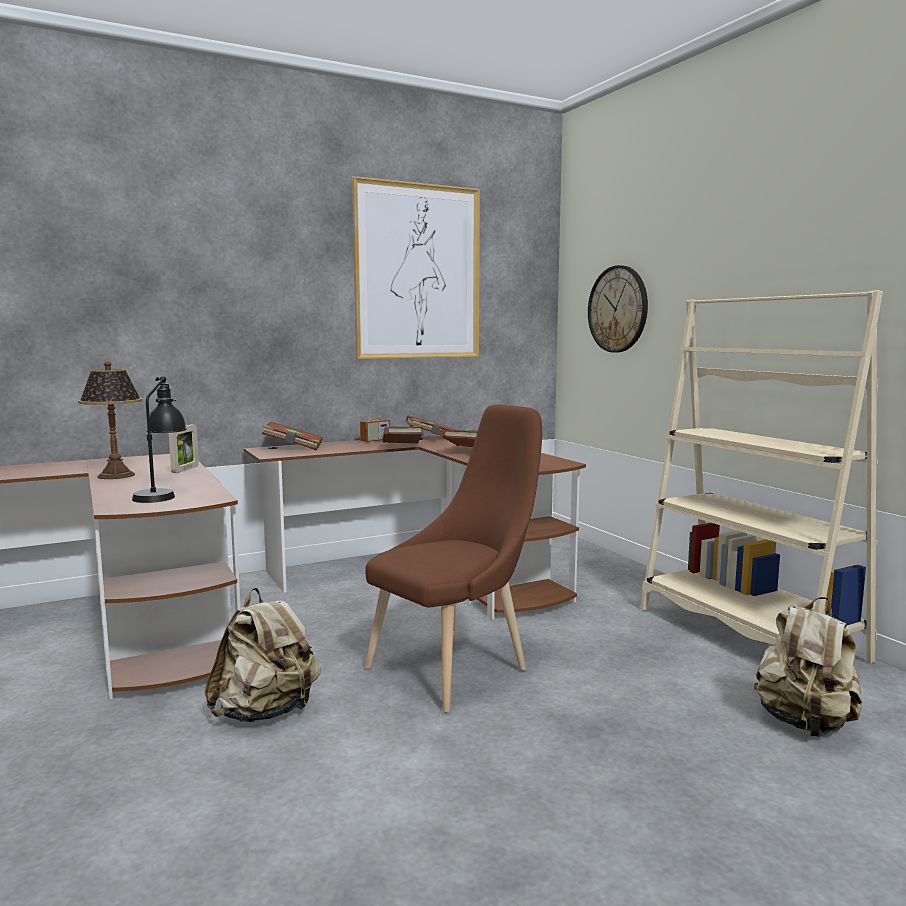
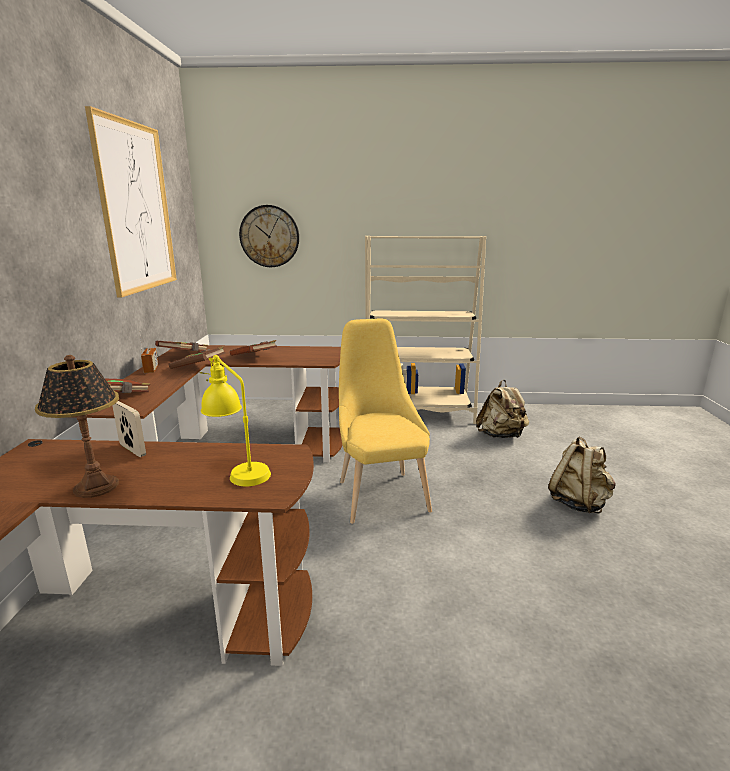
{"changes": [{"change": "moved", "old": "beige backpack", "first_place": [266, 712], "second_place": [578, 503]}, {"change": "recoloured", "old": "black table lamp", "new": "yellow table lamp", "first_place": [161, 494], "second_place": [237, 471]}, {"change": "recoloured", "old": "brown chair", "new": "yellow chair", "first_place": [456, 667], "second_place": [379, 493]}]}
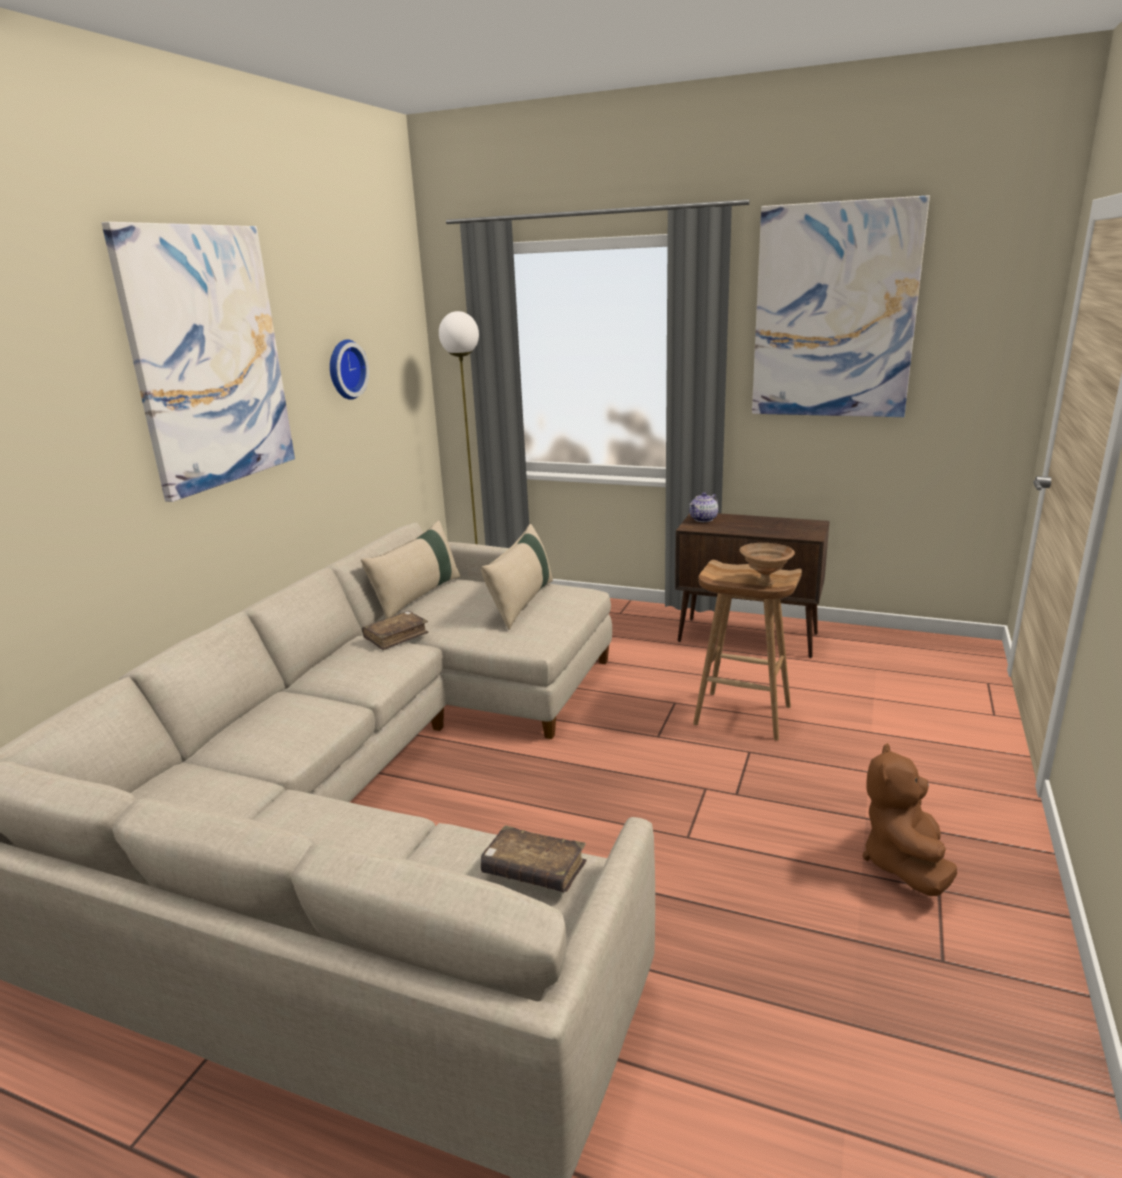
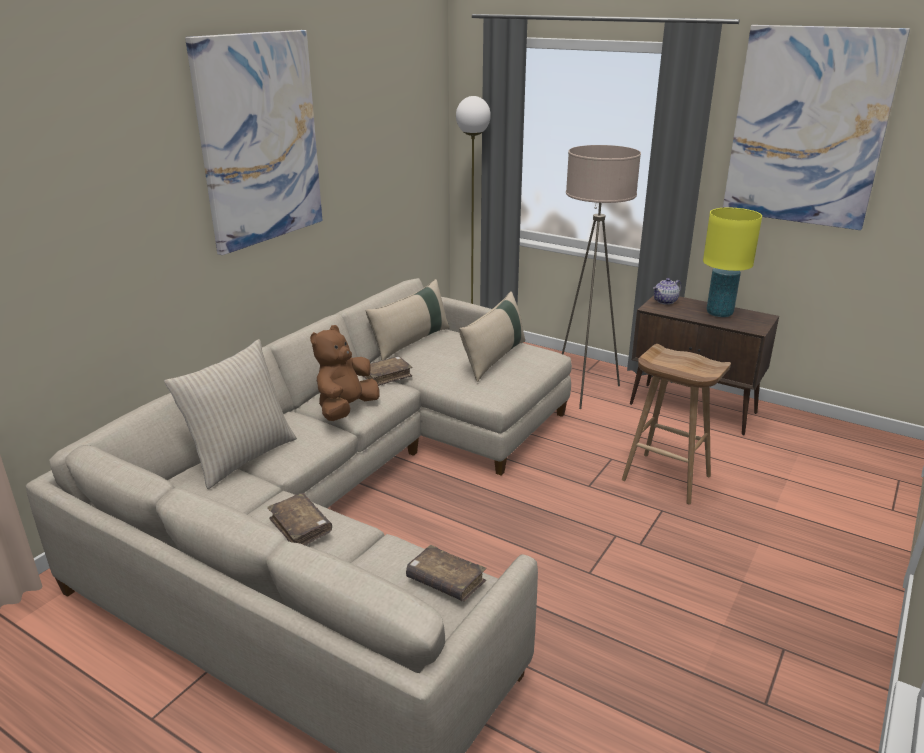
{"changes": [{"change": "removed", "old": "wall clock", "first_place": [344, 369]}, {"change": "removed", "old": "brown bowl", "first_place": [764, 582]}, {"change": "added", "new": "beige pillow", "second_place": [241, 457]}, {"change": "added", "new": "brown book", "second_place": [300, 527]}, {"change": "added", "new": "beige floor lamp", "second_place": [584, 390]}, {"change": "added", "new": "yellow table lamp", "second_place": [719, 313]}, {"change": "moved", "old": "brown plush toy", "first_place": [904, 863], "second_place": [346, 409]}]}
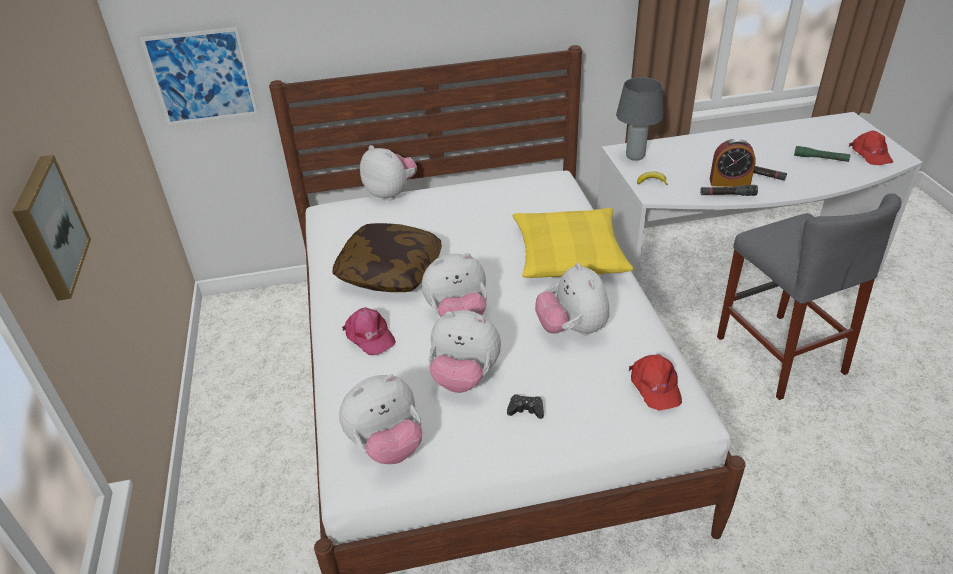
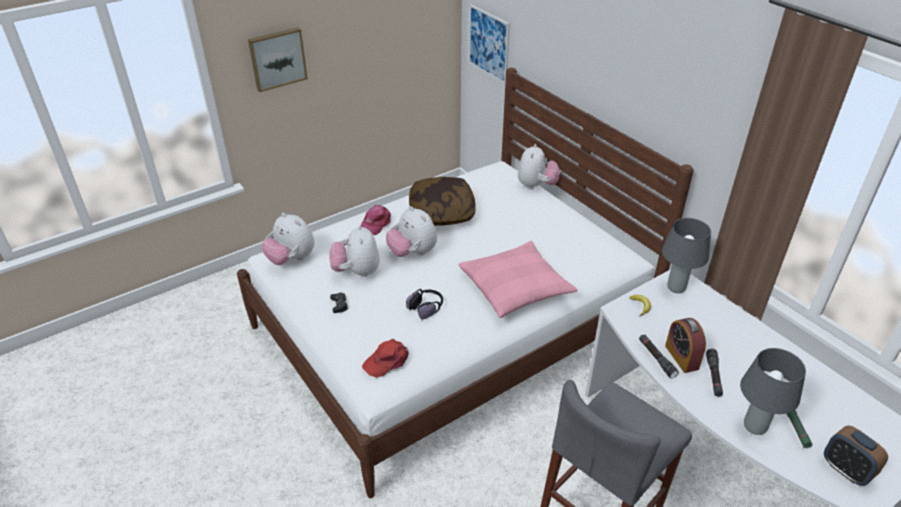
{"changes": [{"change": "added", "new": "grey table lamp", "second_place": [754, 426]}, {"change": "replaced", "old": "plush toy", "new": "headphones", "first_place": [572, 329], "second_place": [426, 307]}, {"change": "replaced", "old": "red cap", "new": "alarm clock", "first_place": [870, 154], "second_place": [846, 470]}, {"change": "recoloured", "old": "yellow pillow", "new": "pink pillow", "first_place": [569, 254], "second_place": [515, 287]}]}
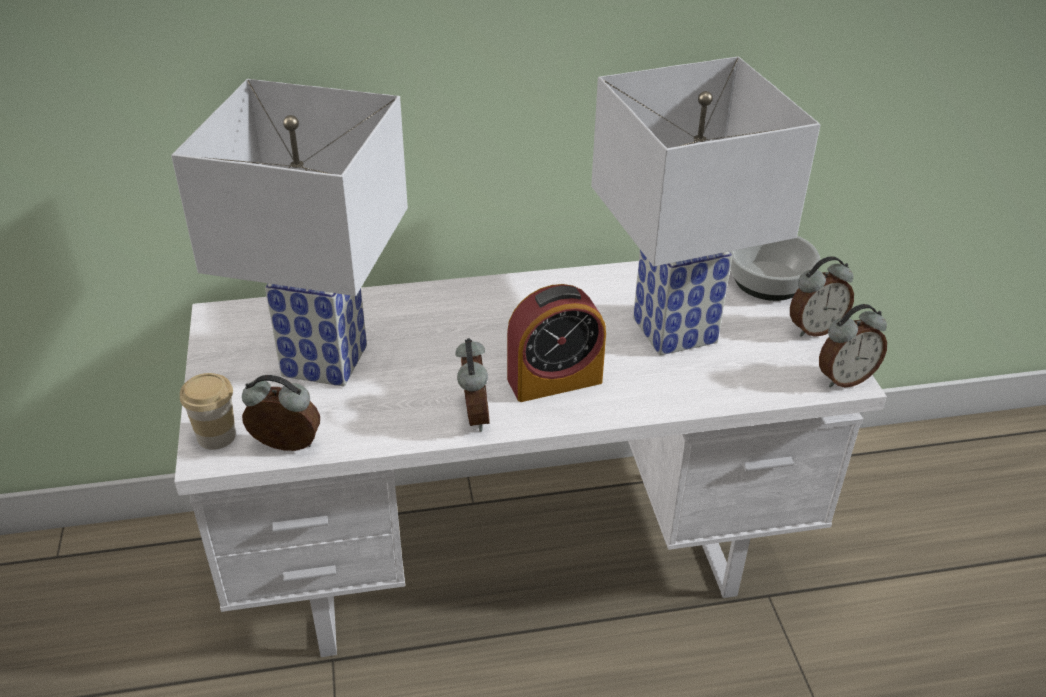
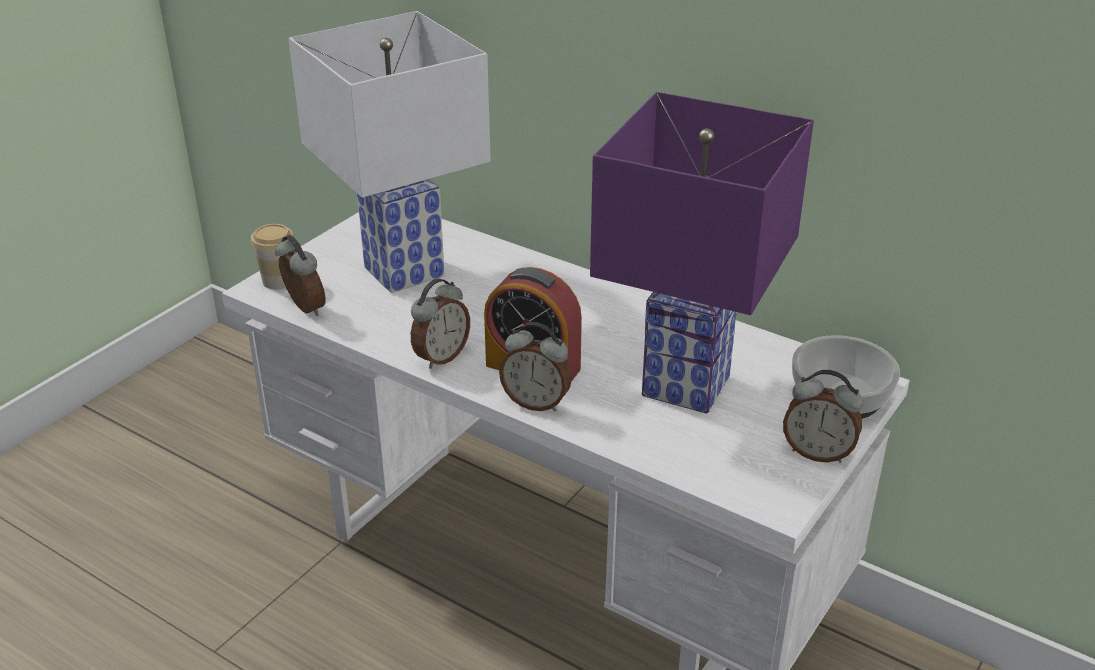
{"changes": [{"change": "moved", "old": "alarm clock", "first_place": [844, 378], "second_place": [536, 402]}, {"change": "recoloured", "old": "white table lamp", "new": "purple table lamp", "first_place": [672, 329], "second_place": [685, 384]}]}
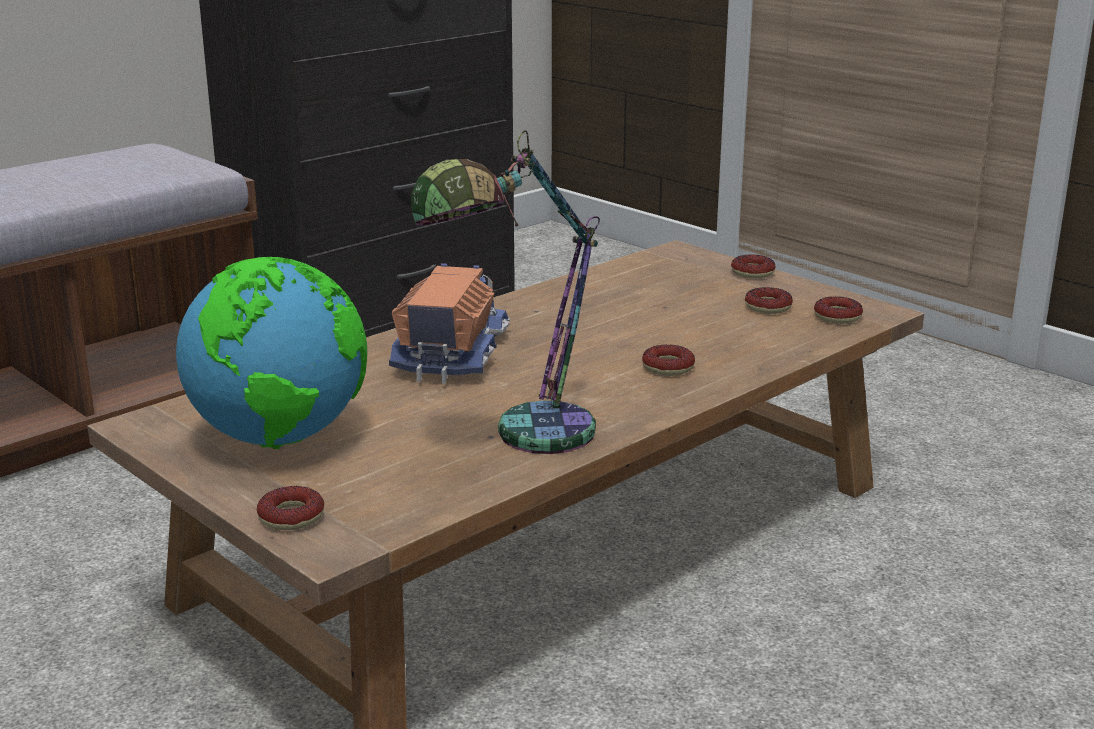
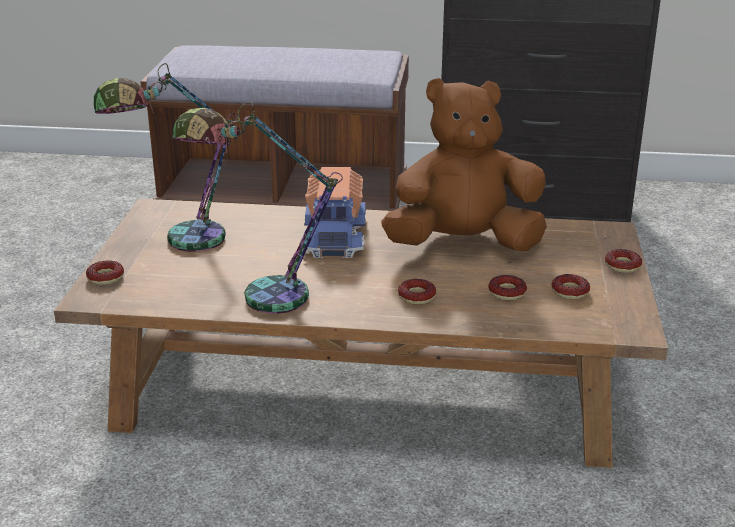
{"changes": [{"change": "added", "new": "brown plush toy", "second_place": [463, 244]}, {"change": "moved", "old": "donut", "first_place": [837, 316], "second_place": [507, 292]}, {"change": "replaced", "old": "globe", "new": "table lamp", "first_place": [281, 439], "second_place": [178, 241]}, {"change": "turned", "old": "toy truck", "first_place": [450, 354], "second_place": [336, 235], "degrees": 120}]}
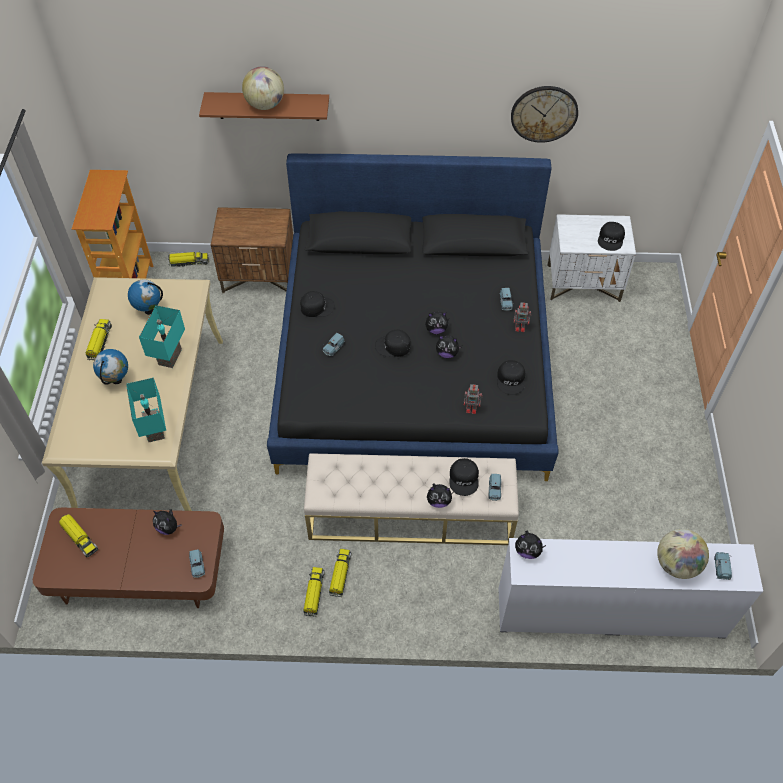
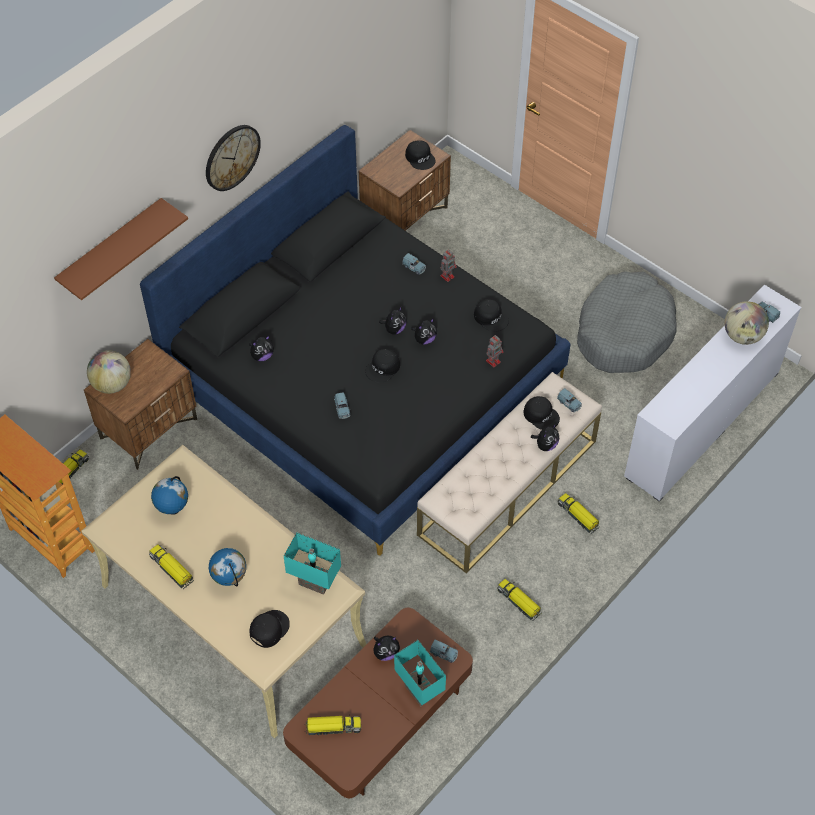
{"changes": [{"change": "added", "new": "grey dog bed", "second_place": [624, 332]}, {"change": "moved", "old": "turquoise table lamp", "first_place": [169, 356], "second_place": [418, 691]}, {"change": "moved", "old": "globe", "first_place": [265, 105], "second_place": [112, 384]}, {"change": "moved", "old": "black cap", "first_place": [317, 306], "second_place": [268, 628]}, {"change": "moved", "old": "toy truck", "first_place": [340, 575], "second_place": [578, 515]}, {"change": "moved", "old": "wall clock", "first_place": [544, 113], "second_place": [232, 157]}, {"change": "moved", "old": "plush toy", "first_place": [527, 551], "second_place": [262, 356]}, {"change": "recoloured", "old": "white nightstand", "new": "brown nightstand", "first_place": [584, 283], "second_place": [405, 215]}]}
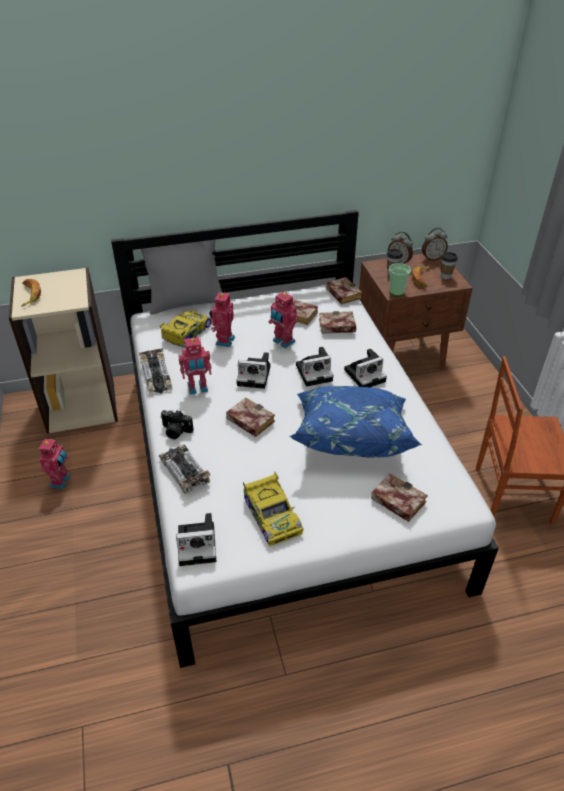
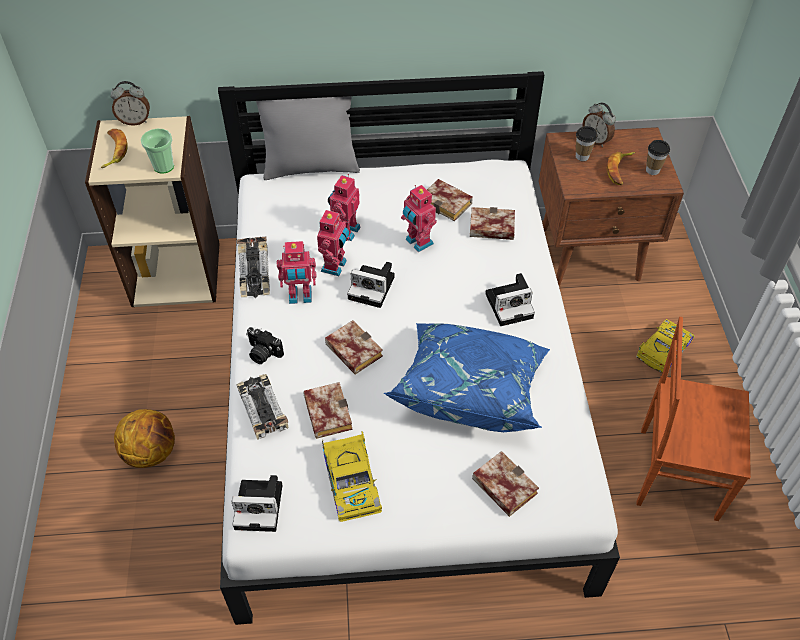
{"changes": [{"change": "removed", "old": "photo camera", "first_place": [315, 372]}, {"change": "added", "new": "basketball", "second_place": [151, 452]}, {"change": "moved", "old": "toy robot", "first_place": [61, 481], "second_place": [335, 266]}, {"change": "moved", "old": "toy car", "first_place": [186, 332], "second_place": [662, 350]}, {"change": "moved", "old": "book", "first_place": [341, 293], "second_place": [325, 412]}, {"change": "moved", "old": "cup", "first_place": [396, 291], "second_place": [164, 166]}, {"change": "moved", "old": "alarm clock", "first_place": [432, 258], "second_place": [135, 121]}]}
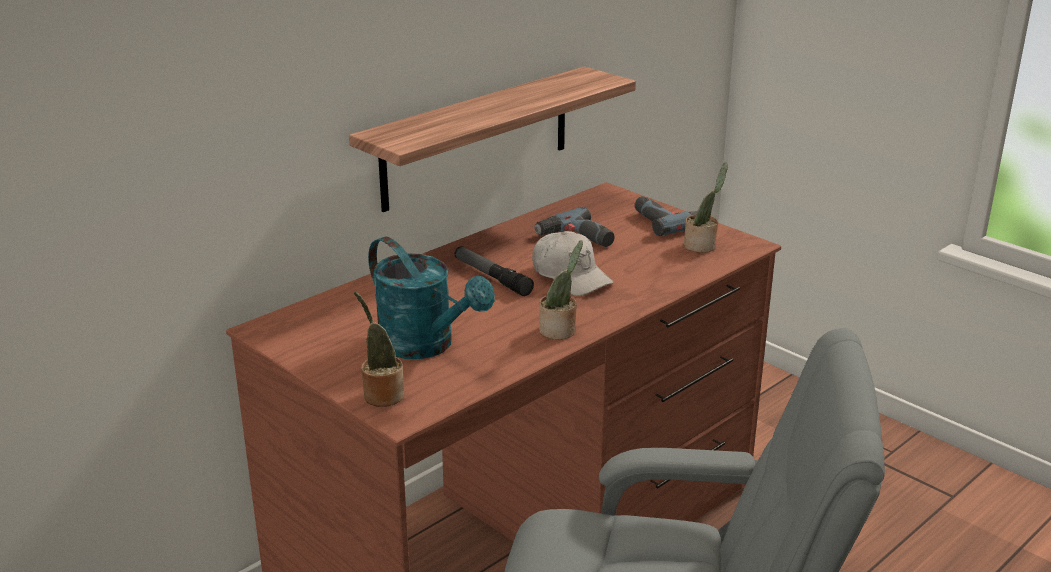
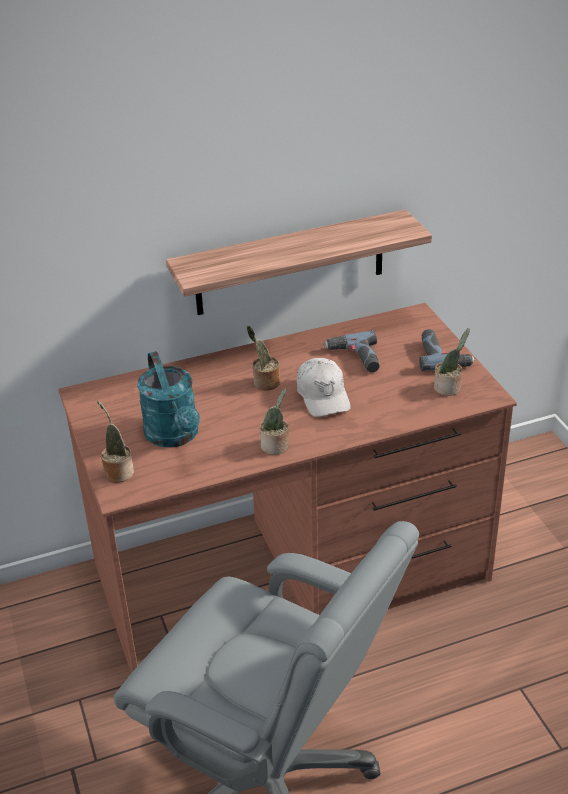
{"changes": [{"change": "replaced", "old": "flashlight", "new": "potted plant", "first_place": [492, 277], "second_place": [264, 383]}]}
